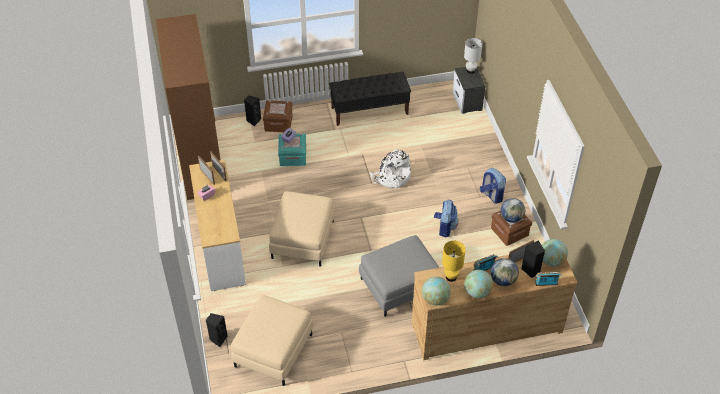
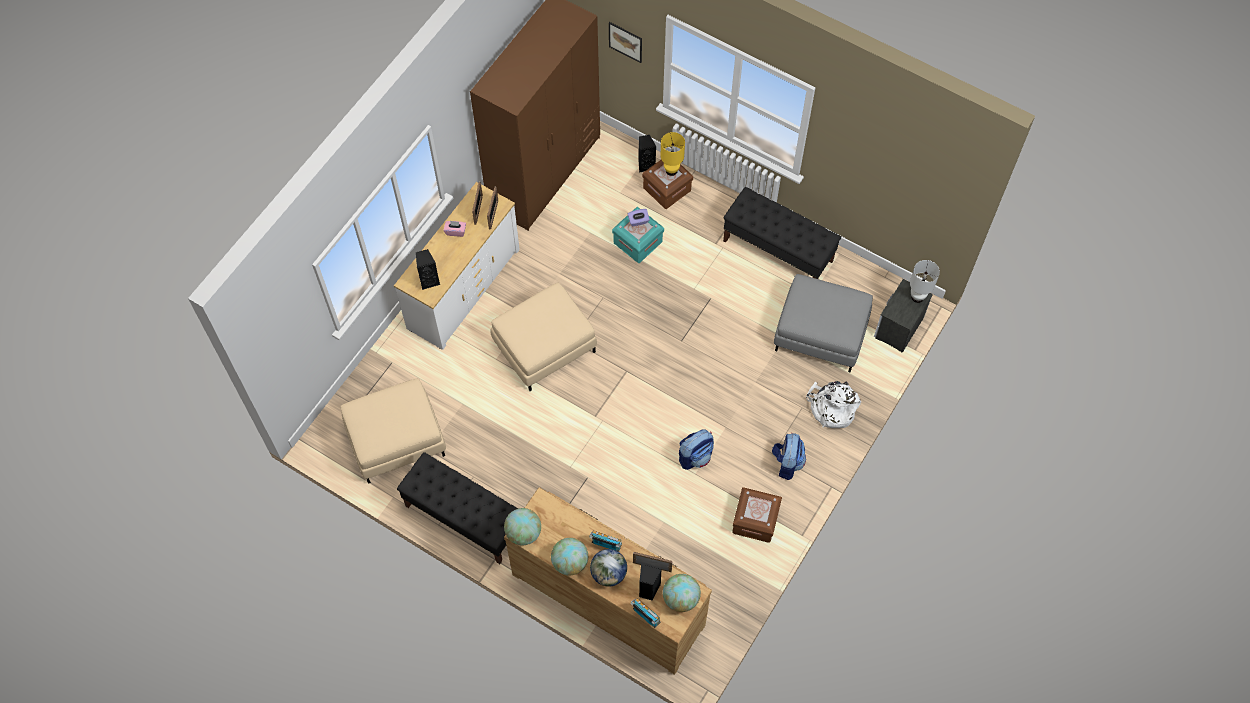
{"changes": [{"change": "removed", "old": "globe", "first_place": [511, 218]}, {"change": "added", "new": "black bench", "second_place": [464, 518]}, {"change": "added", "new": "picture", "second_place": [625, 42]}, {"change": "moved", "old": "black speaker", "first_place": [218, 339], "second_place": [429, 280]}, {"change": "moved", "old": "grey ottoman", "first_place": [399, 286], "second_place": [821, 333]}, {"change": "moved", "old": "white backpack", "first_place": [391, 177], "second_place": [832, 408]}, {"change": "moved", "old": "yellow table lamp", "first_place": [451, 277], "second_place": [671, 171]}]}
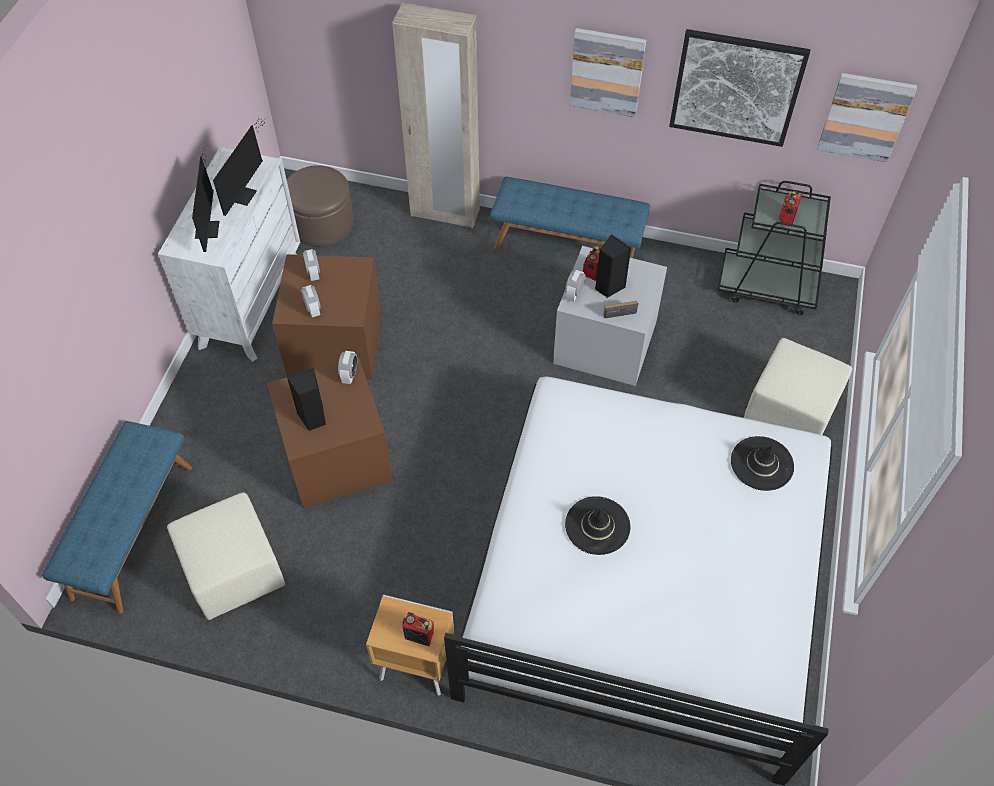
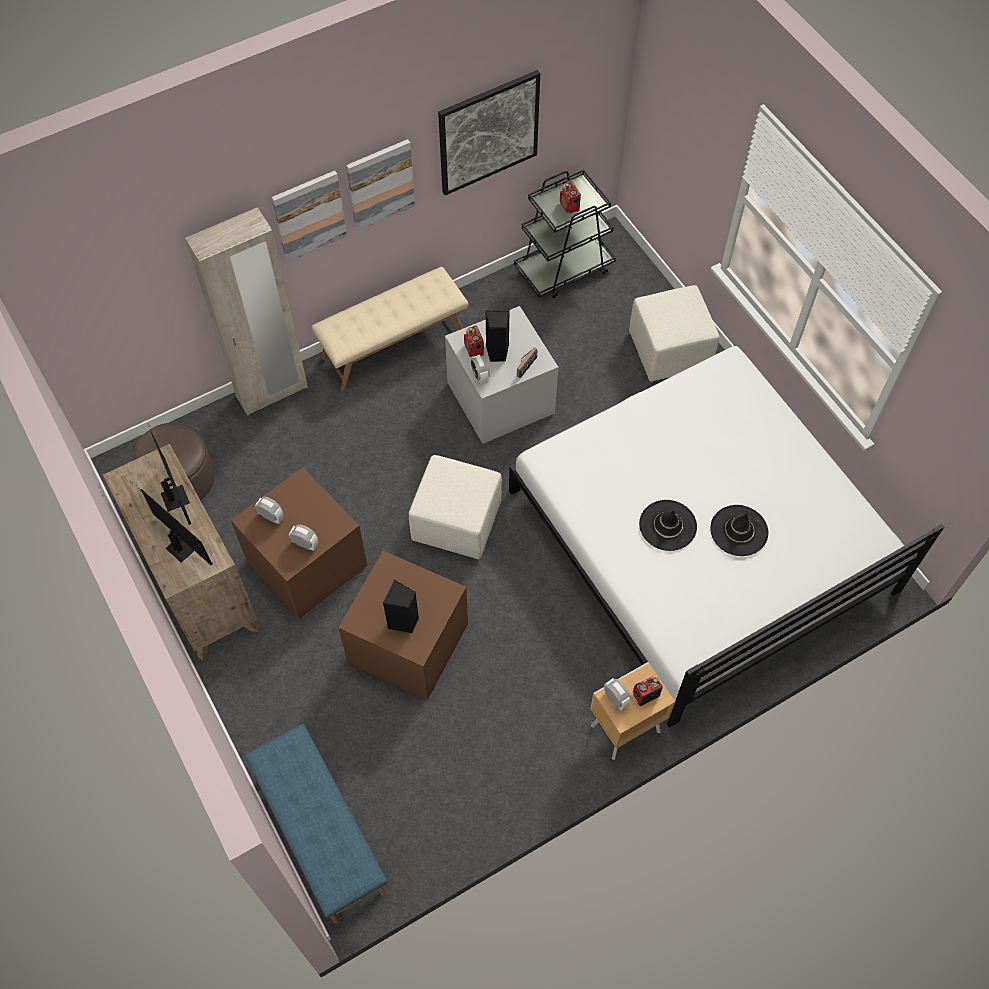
{"changes": [{"change": "moved", "old": "beige ottoman", "first_place": [233, 570], "second_place": [455, 522]}, {"change": "moved", "old": "alarm clock", "first_place": [349, 375], "second_place": [615, 699]}, {"change": "moved", "old": "black hat", "first_place": [762, 463], "second_place": [738, 530]}, {"change": "moved", "old": "picture", "first_place": [865, 117], "second_place": [309, 215]}, {"change": "recoloured", "old": "white dresser", "new": "brown dresser", "first_place": [251, 303], "second_place": [200, 588]}, {"change": "recoloured", "old": "blue bench", "new": "beige bench", "first_place": [568, 244], "second_place": [393, 344]}]}
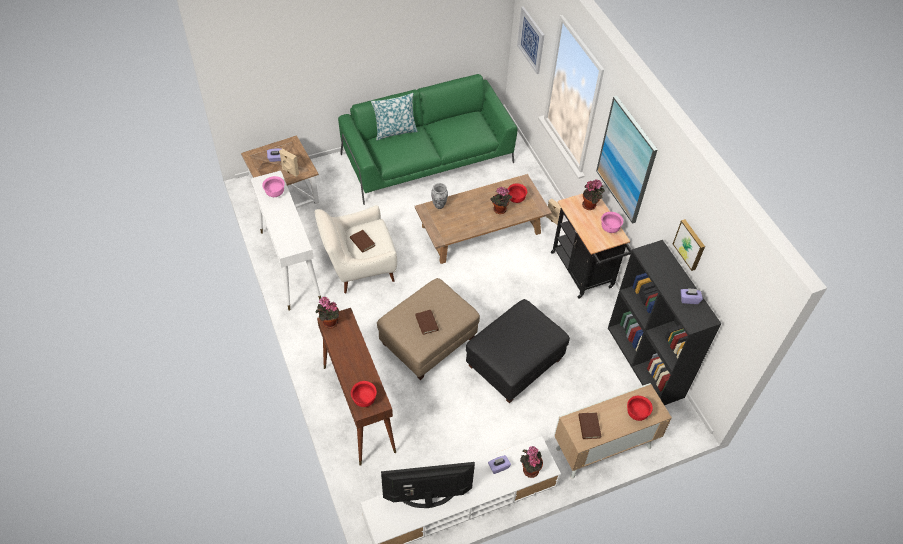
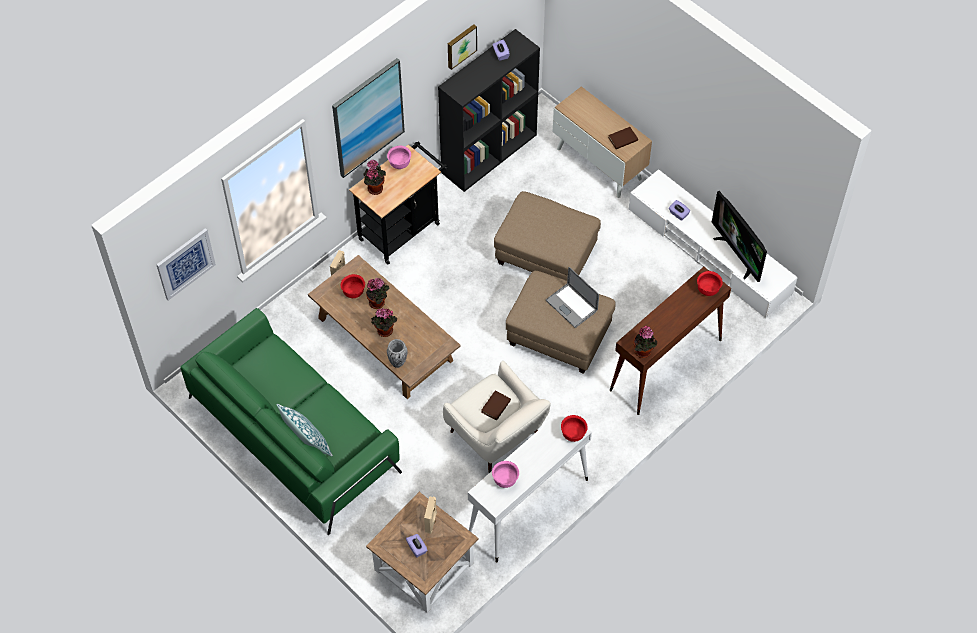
{"changes": [{"change": "moved", "old": "potted plant", "first_place": [529, 469], "second_place": [384, 332]}, {"change": "moved", "old": "red bowl", "first_place": [636, 413], "second_place": [573, 434]}, {"change": "replaced", "old": "brown book", "new": "laptop", "first_place": [426, 323], "second_place": [571, 305]}, {"change": "recoloured", "old": "black ottoman", "new": "beige ottoman", "first_place": [514, 364], "second_place": [546, 255]}]}
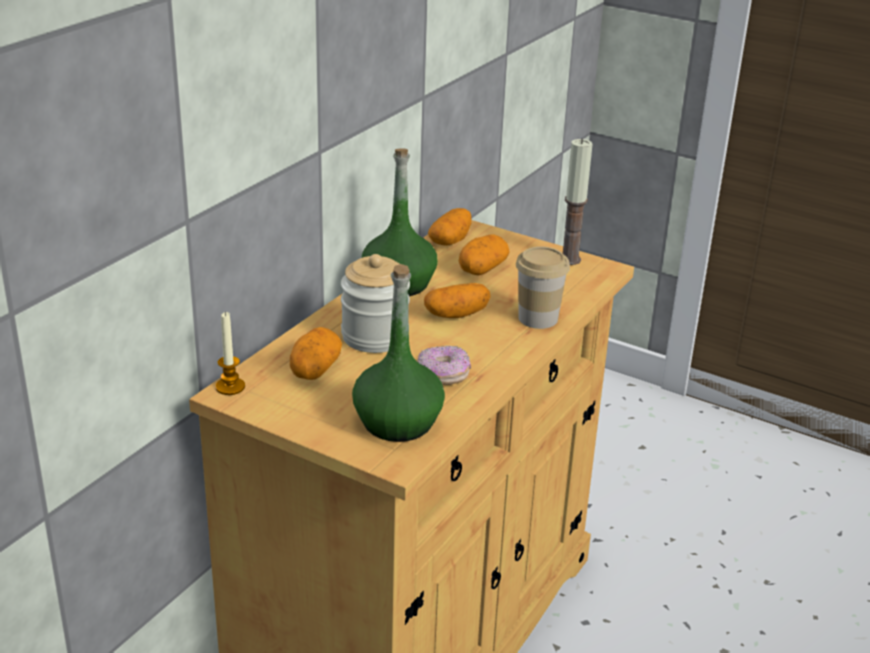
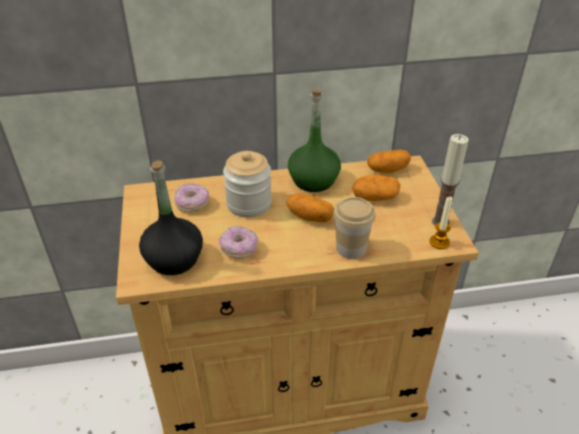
{"changes": [{"change": "moved", "old": "candle", "first_place": [230, 387], "second_place": [439, 242]}, {"change": "replaced", "old": "potato", "new": "donut", "first_place": [315, 369], "second_place": [192, 204]}, {"change": "recoloured", "old": "green bottle", "new": "black bottle", "first_place": [398, 422], "second_place": [174, 259]}]}
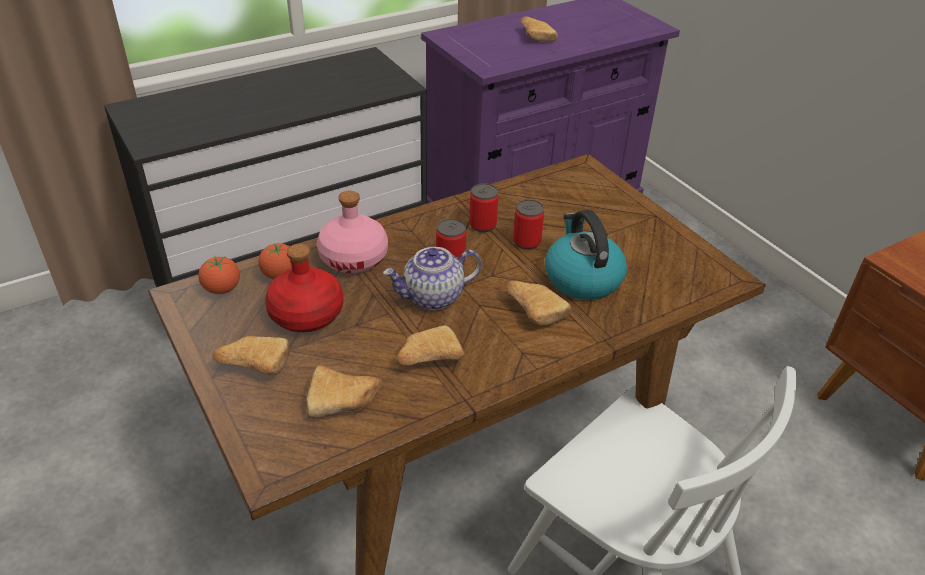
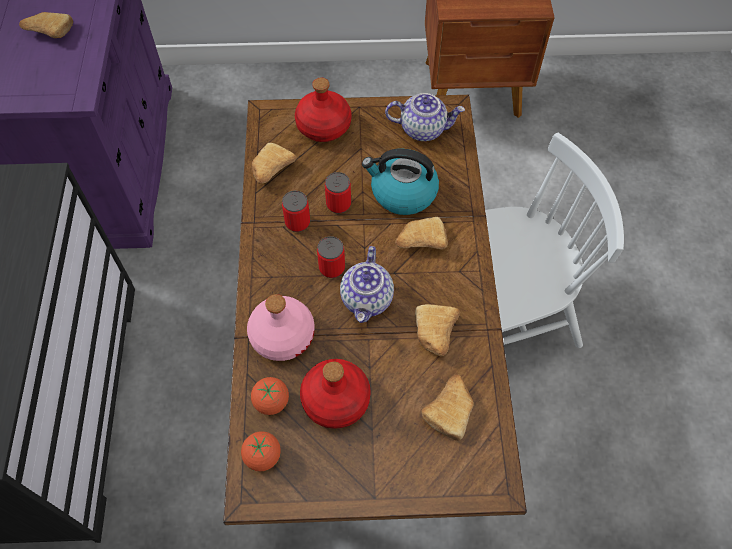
{"changes": [{"change": "added", "new": "red bottle", "second_place": [324, 125]}, {"change": "added", "new": "teapot", "second_place": [423, 128]}, {"change": "moved", "old": "bread", "first_place": [253, 364], "second_place": [270, 171]}]}
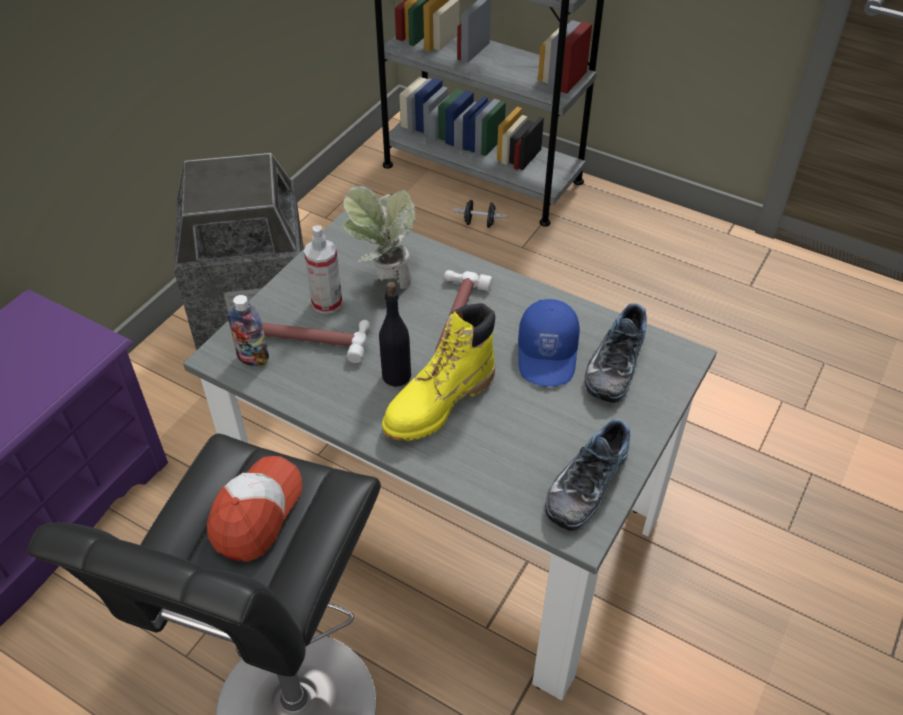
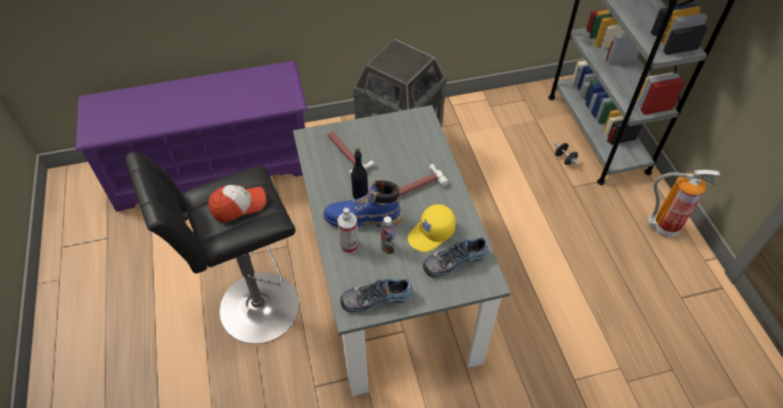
{"changes": [{"change": "removed", "old": "potted plant", "first_place": [384, 279]}, {"change": "added", "new": "fire extinguisher", "second_place": [663, 228]}, {"change": "moved", "old": "bottle", "first_place": [253, 358], "second_place": [387, 247]}, {"change": "moved", "old": "spray bottle", "first_place": [327, 303], "second_place": [349, 245]}, {"change": "recoloured", "old": "yellow boot", "new": "blue boot", "first_place": [439, 403], "second_place": [362, 219]}, {"change": "recoloured", "old": "blue cap", "new": "yellow cap", "first_place": [548, 354], "second_place": [431, 234]}]}
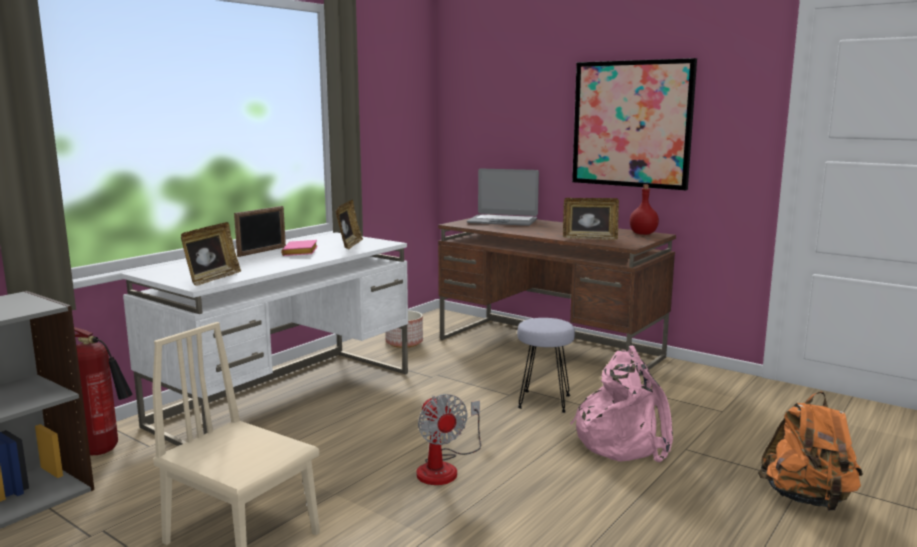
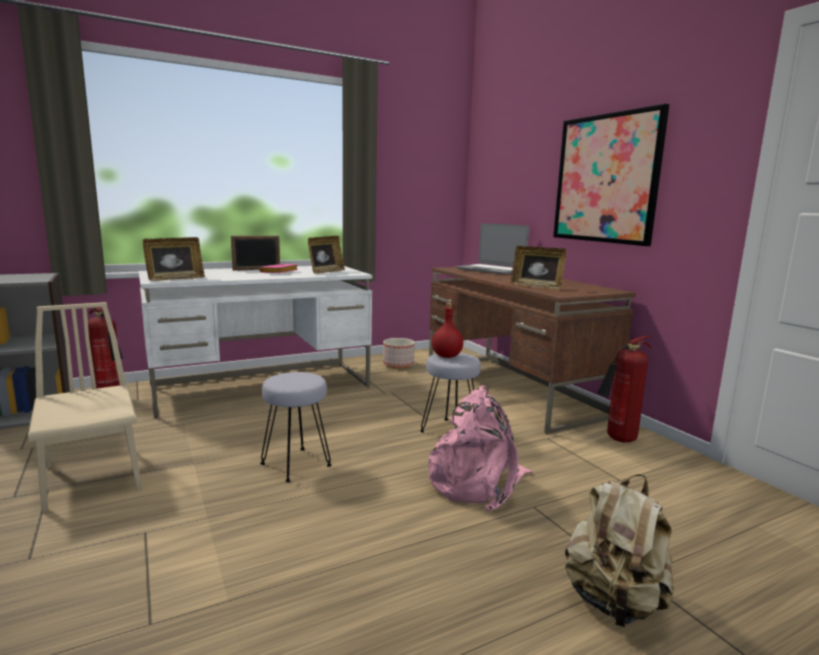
{"changes": [{"change": "added", "new": "fire extinguisher", "second_place": [618, 440]}, {"change": "moved", "old": "red bottle", "first_place": [642, 234], "second_place": [446, 356]}, {"change": "replaced", "old": "fan", "new": "grey stool", "first_place": [444, 467], "second_place": [296, 464]}, {"change": "recoloured", "old": "orange backpack", "new": "beige backpack", "first_place": [807, 499], "second_place": [614, 602]}]}
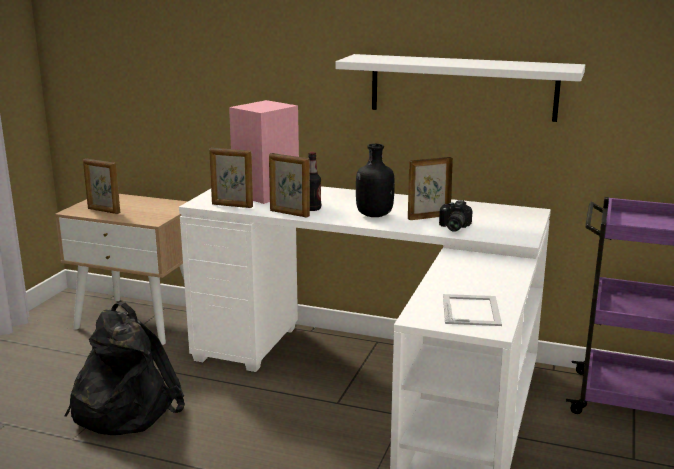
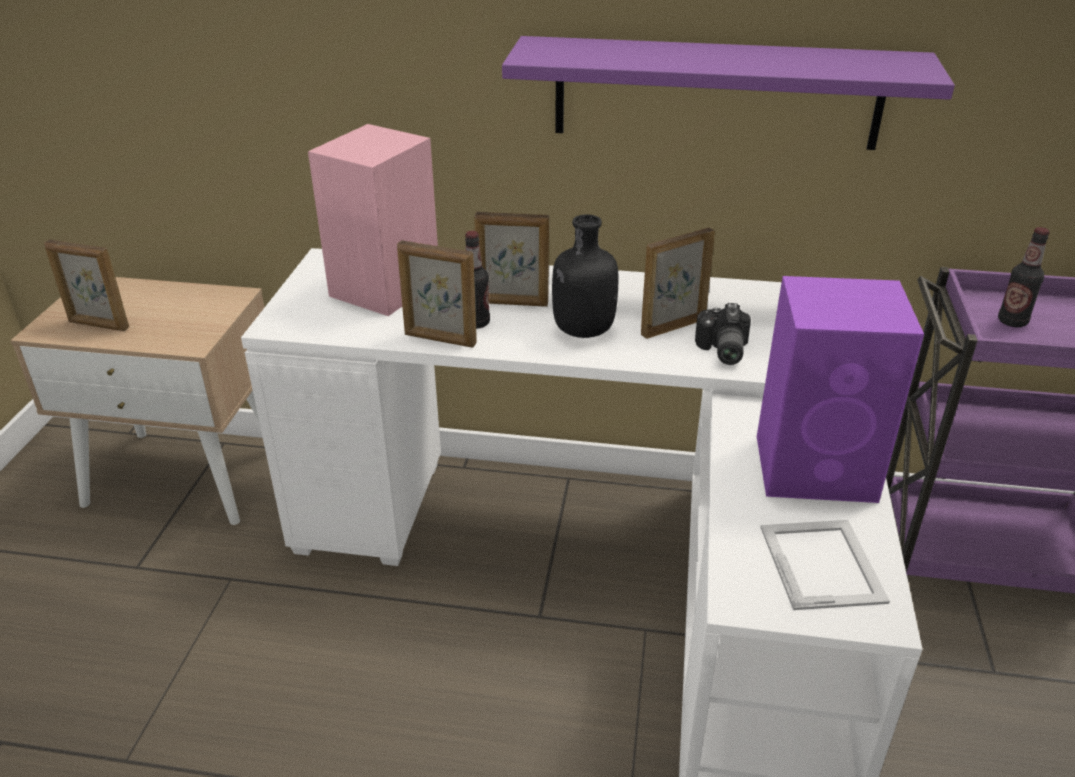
{"changes": [{"change": "removed", "old": "black backpack", "first_place": [123, 408]}, {"change": "added", "new": "purple speaker", "second_place": [818, 468]}, {"change": "added", "new": "bottle", "second_place": [1012, 321]}, {"change": "moved", "old": "picture frame", "first_place": [232, 205], "second_place": [512, 303]}, {"change": "recoloured", "old": "white shelf", "new": "purple shelf", "first_place": [462, 87], "second_place": [716, 93]}]}
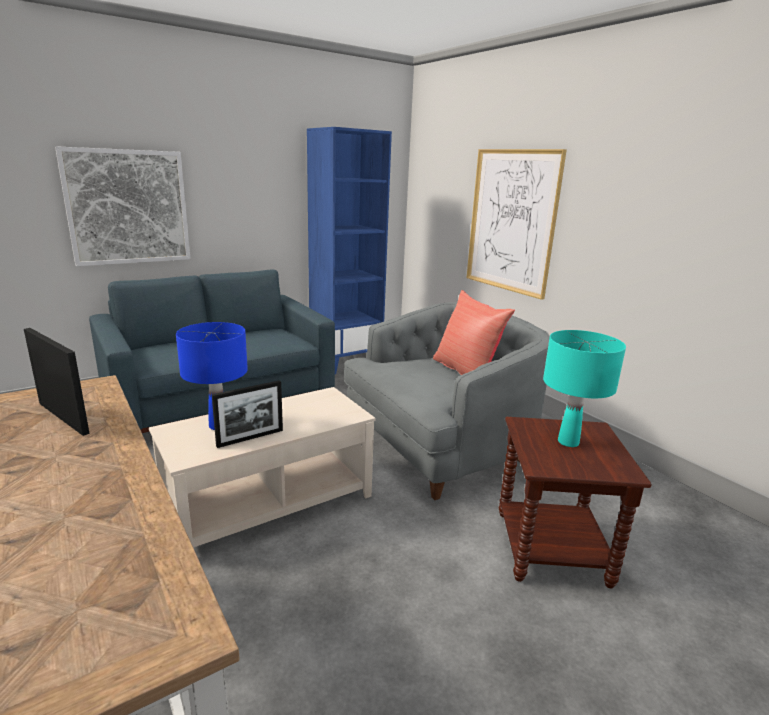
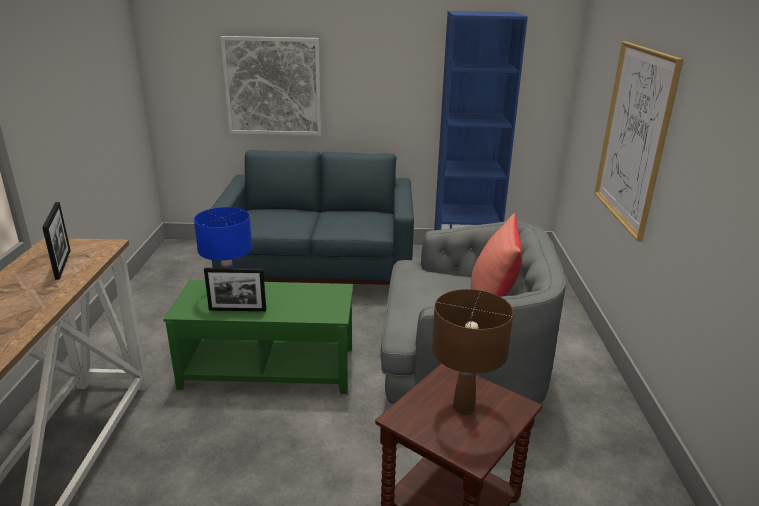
{"changes": [{"change": "recoloured", "old": "beige coffee table", "new": "green coffee table", "first_place": [270, 502], "second_place": [269, 368]}, {"change": "recoloured", "old": "turquoise table lamp", "new": "brown table lamp", "first_place": [568, 442], "second_place": [463, 407]}]}
